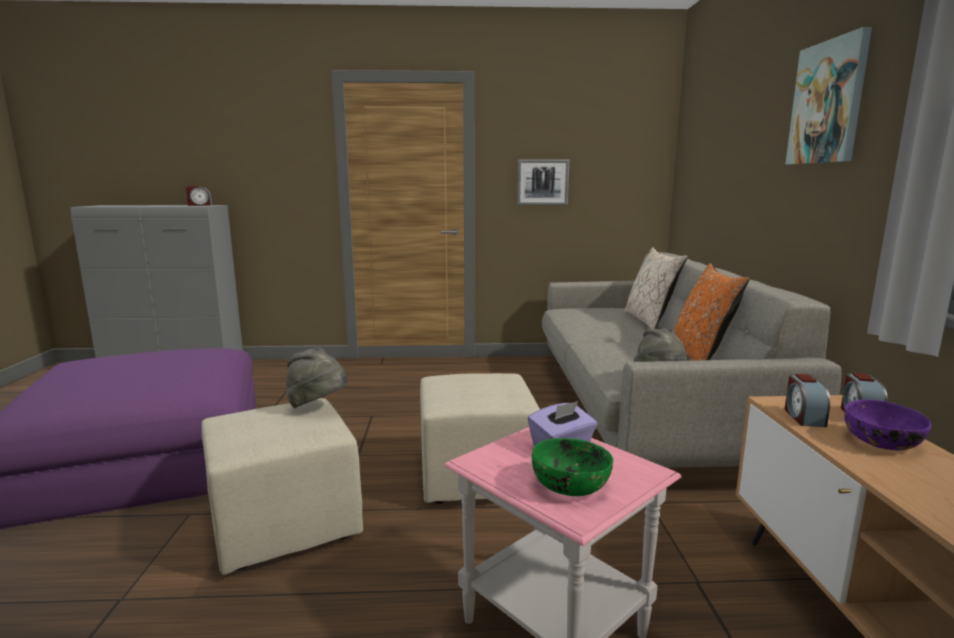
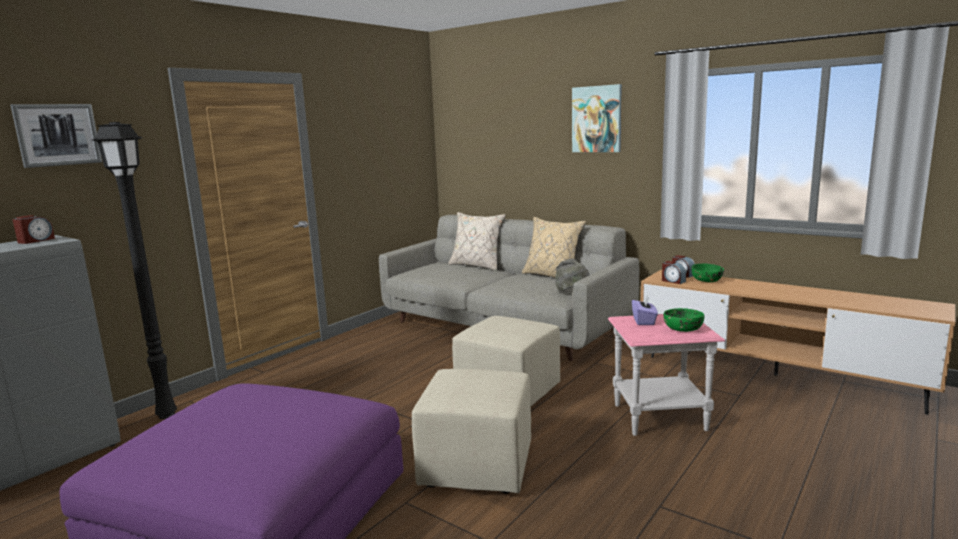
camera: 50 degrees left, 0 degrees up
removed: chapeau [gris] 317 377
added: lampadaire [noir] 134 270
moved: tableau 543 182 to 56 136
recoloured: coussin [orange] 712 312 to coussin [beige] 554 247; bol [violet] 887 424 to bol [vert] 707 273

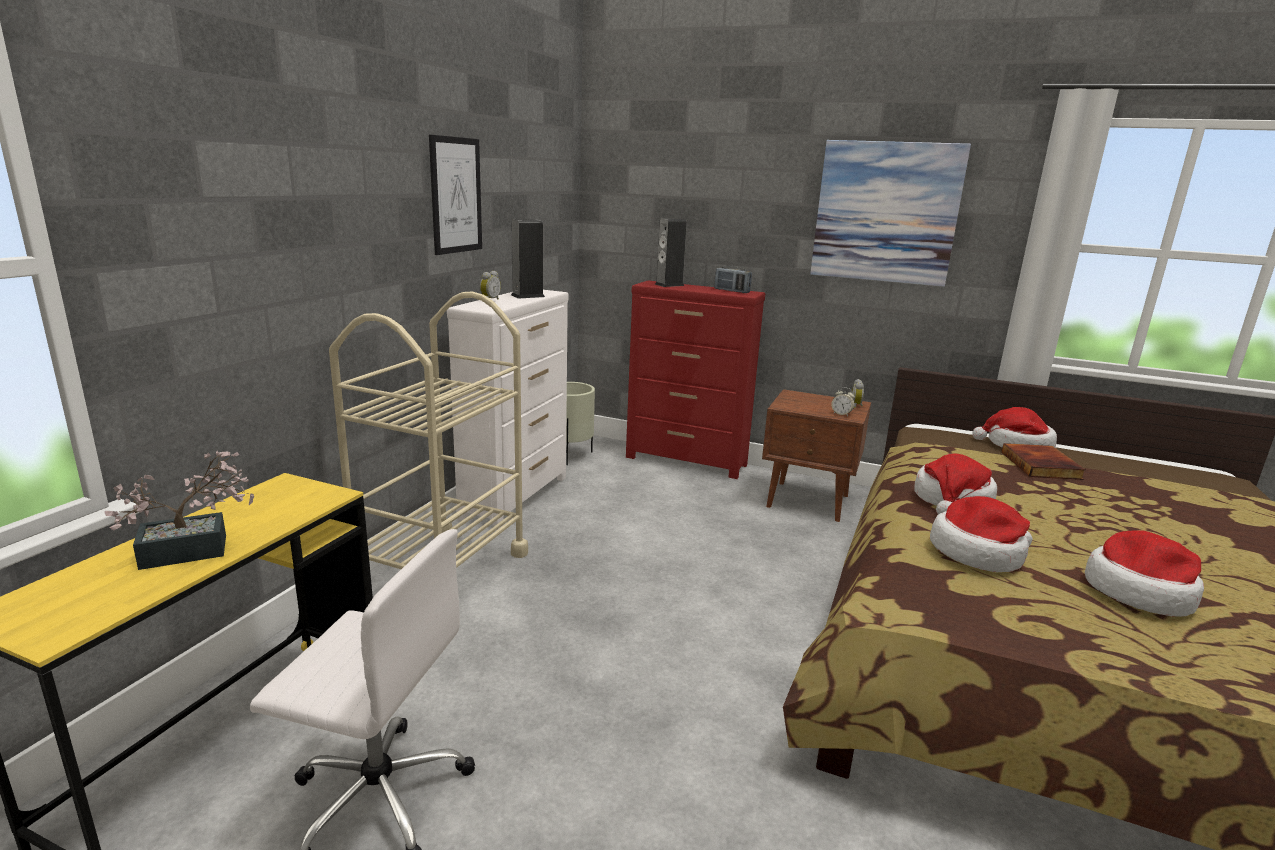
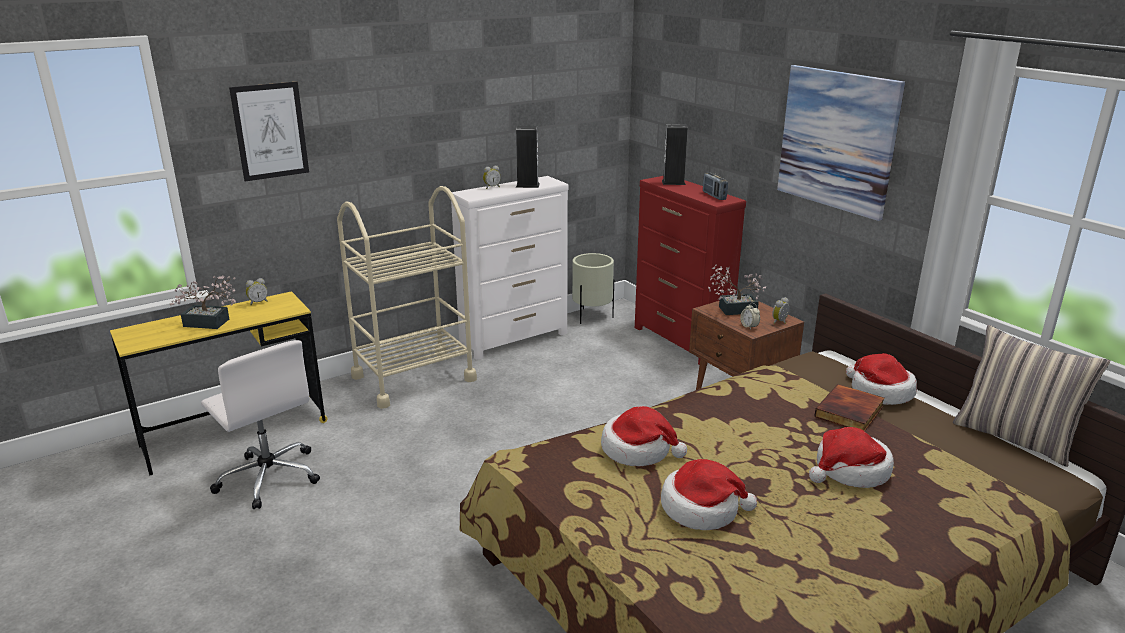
camera: 35 degrees right, 5 degrees up
added: réveil 257 291; plante en pot 737 289; coussin 1031 396
moved: tableau 455 195 to 269 132; chapeau 955 484 to 851 457

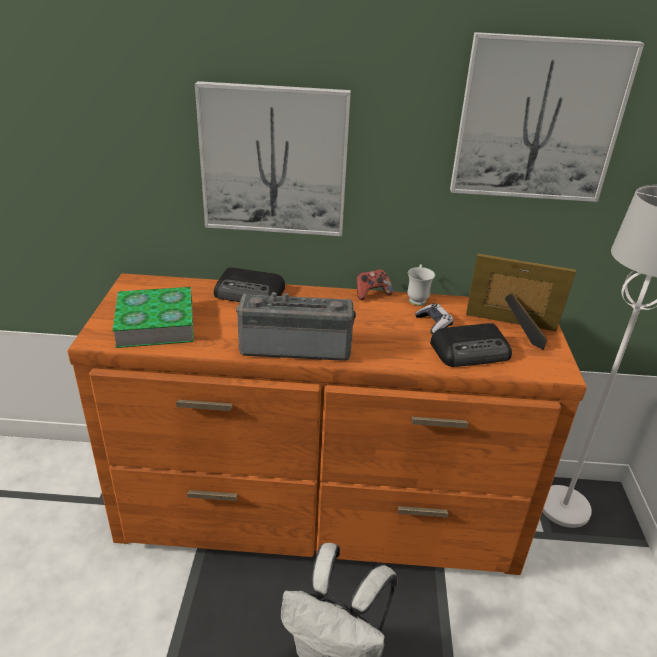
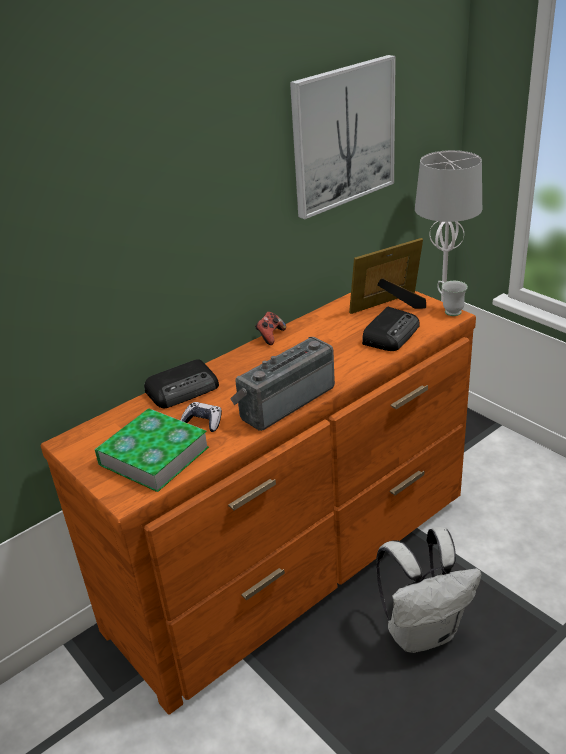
camera: 40 degrees left, 0 degrees up
removed: tableau 273 158
moved: mug [blanc] 421 285 to 452 298; manette 434 318 to 201 417

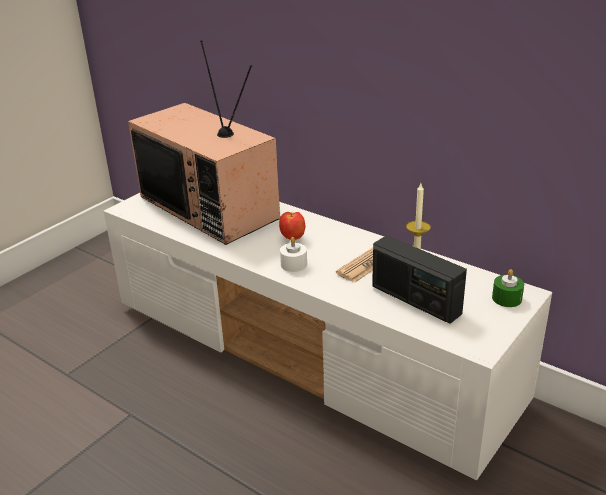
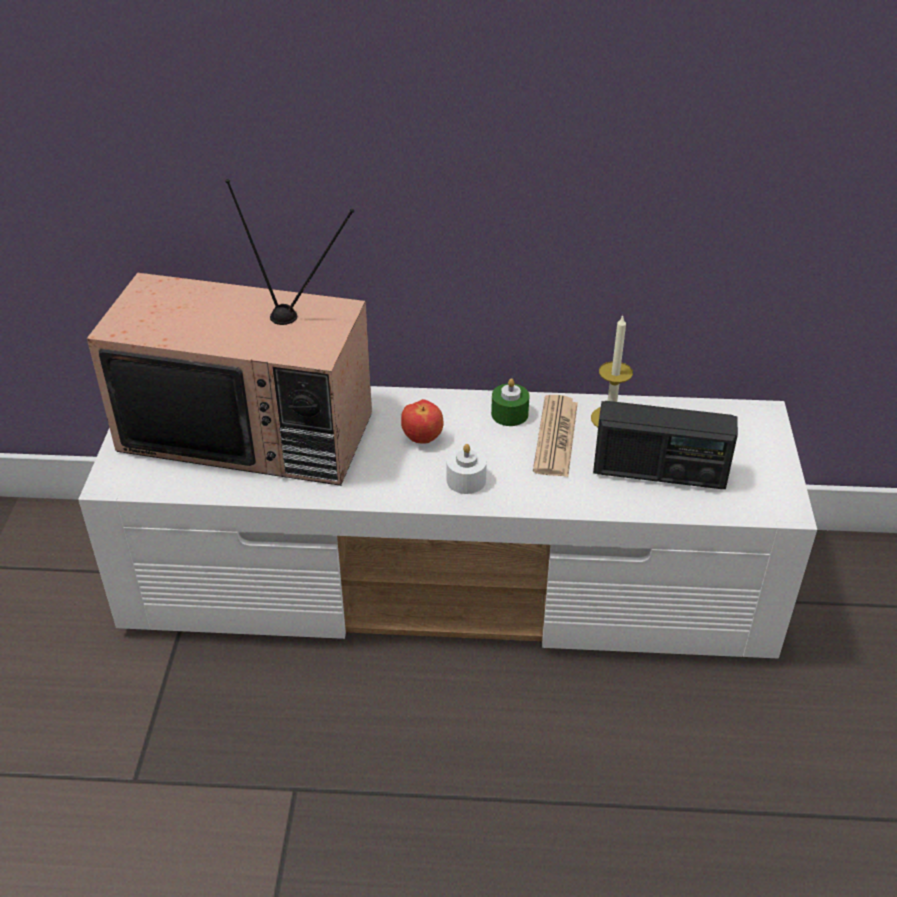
camera: 35 degrees left, 10 degrees up
moved: bougie [vert] 508 288 to 510 402

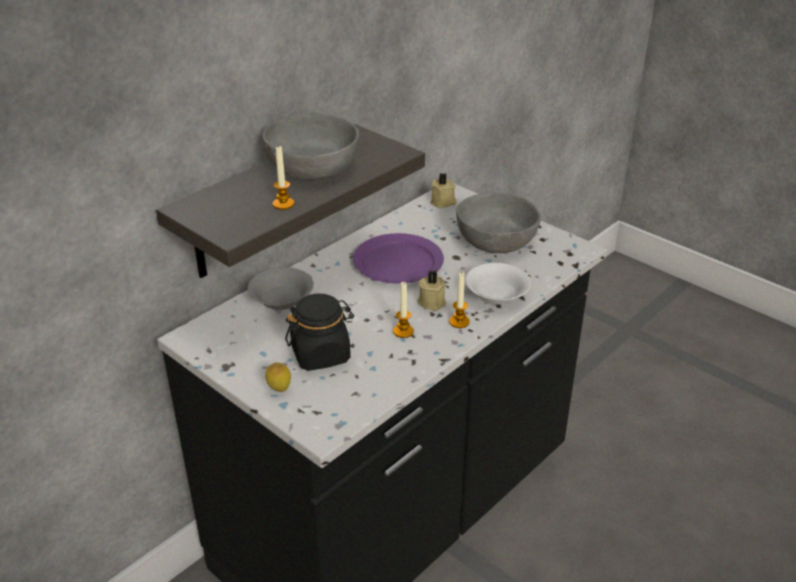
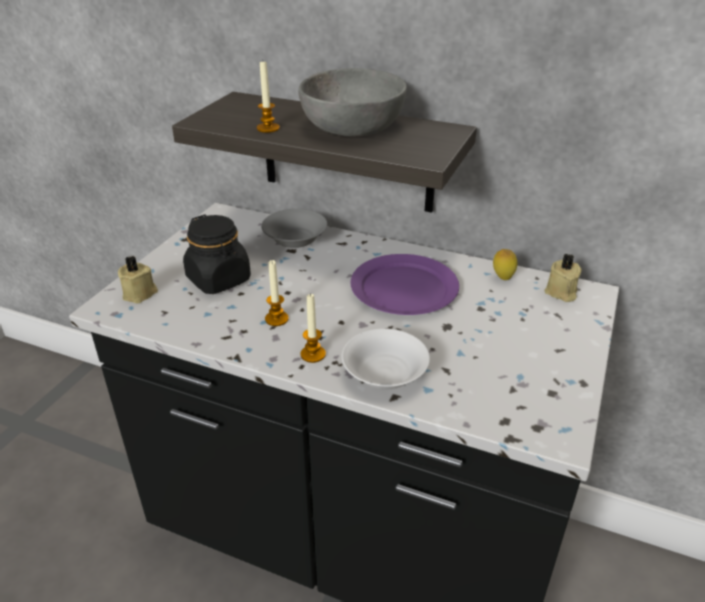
camera: 70 degrees right, 0 degrees up
removed: bol [gris] 498 223
moved: citron 278 377 to 505 264; bougie [beige] 431 290 to 138 279

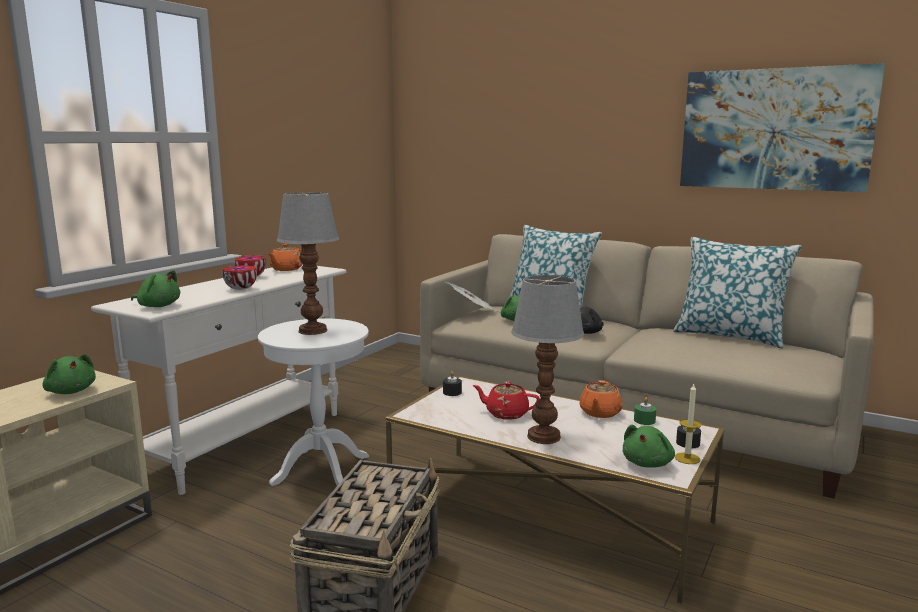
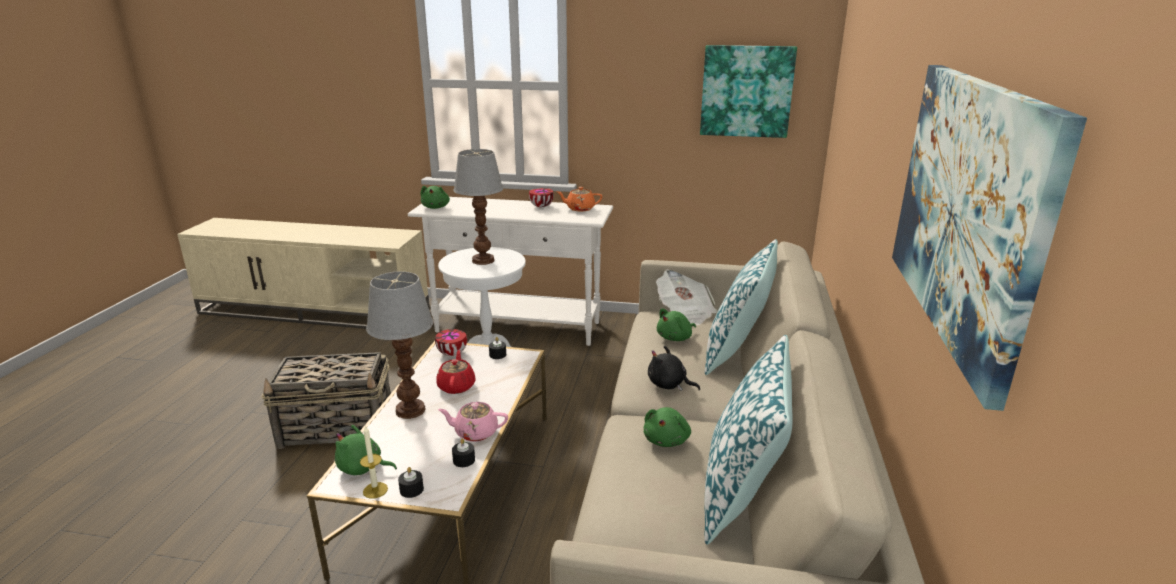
camera: 70 degrees right, 10 degrees up
added: tableau 748 91
moved: peluche [vert] 69 374 to 667 427; bol 239 278 to 451 342
recoloured: théière [orange] 601 399 to théière [rose] 473 422; bougie [vert] 645 411 to bougie [noir] 463 452

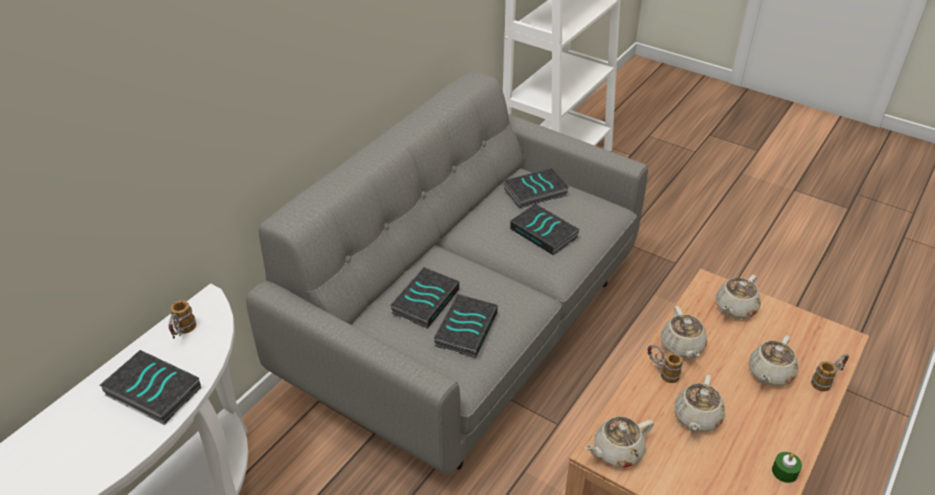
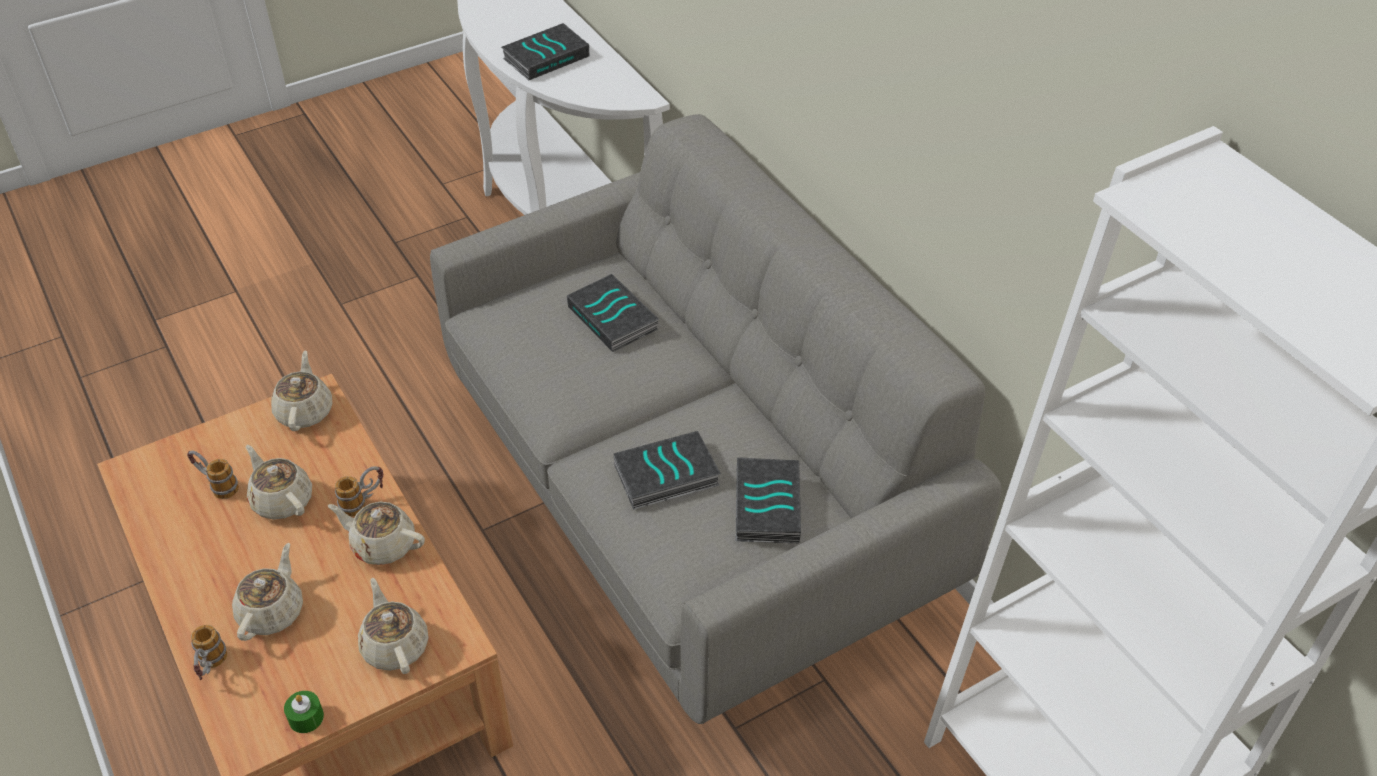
camera: 115 degrees right, 5 degrees up
removed: livre 465 326
moved: mug 182 319 to 213 474; bougie [vert] 787 467 to 304 712
turned: théière [beige] 773 361 = 267 592 45 degrees clockwise

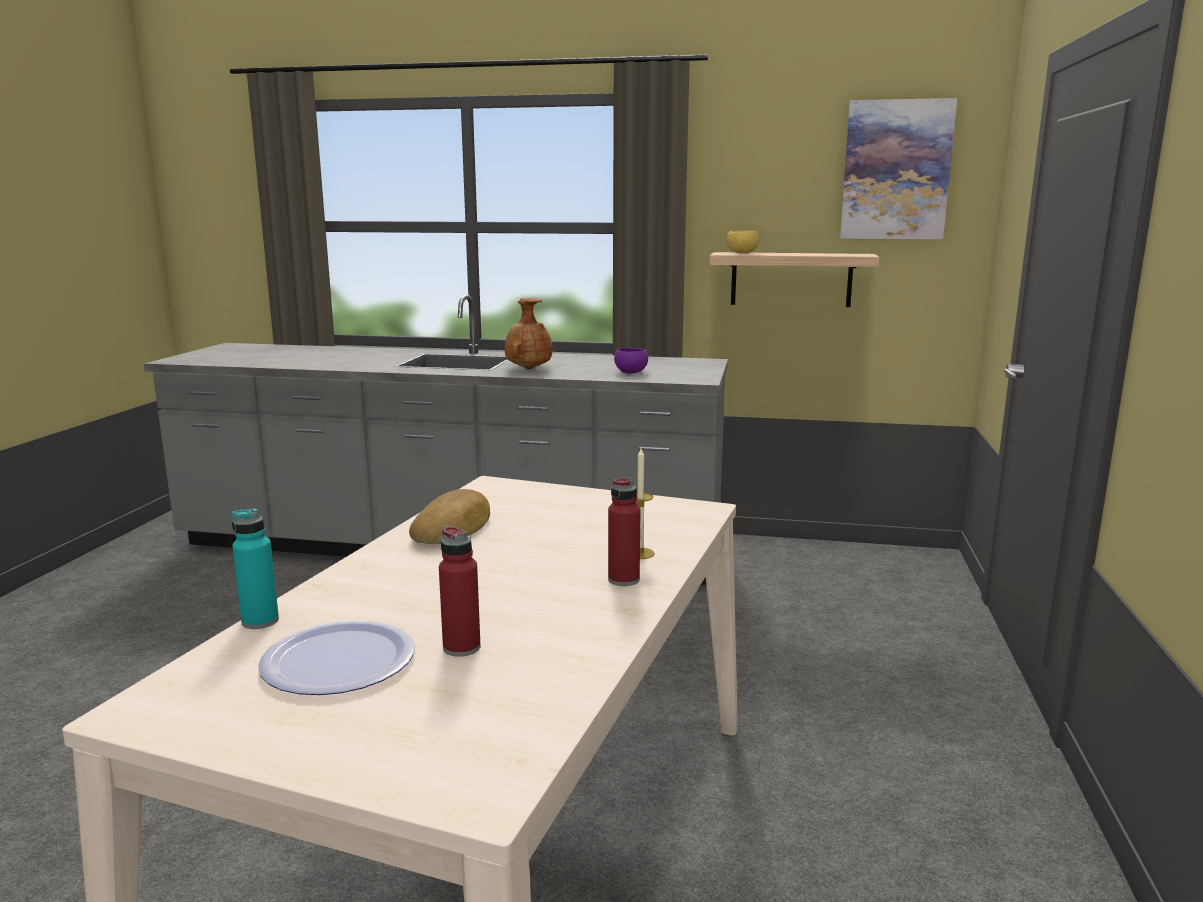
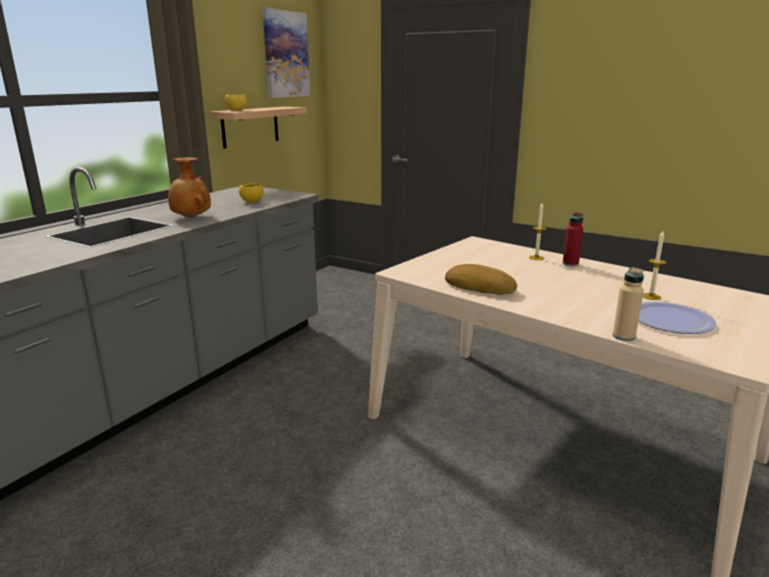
camera: 70 degrees left, 5 degrees up
replaced: bouteille [rouge] 460 591 to bougie 654 265
recoloured: bouteille [turquoise] 255 568 to bouteille [beige] 628 304; bol [violet] 631 360 to bol [jaune] 251 193

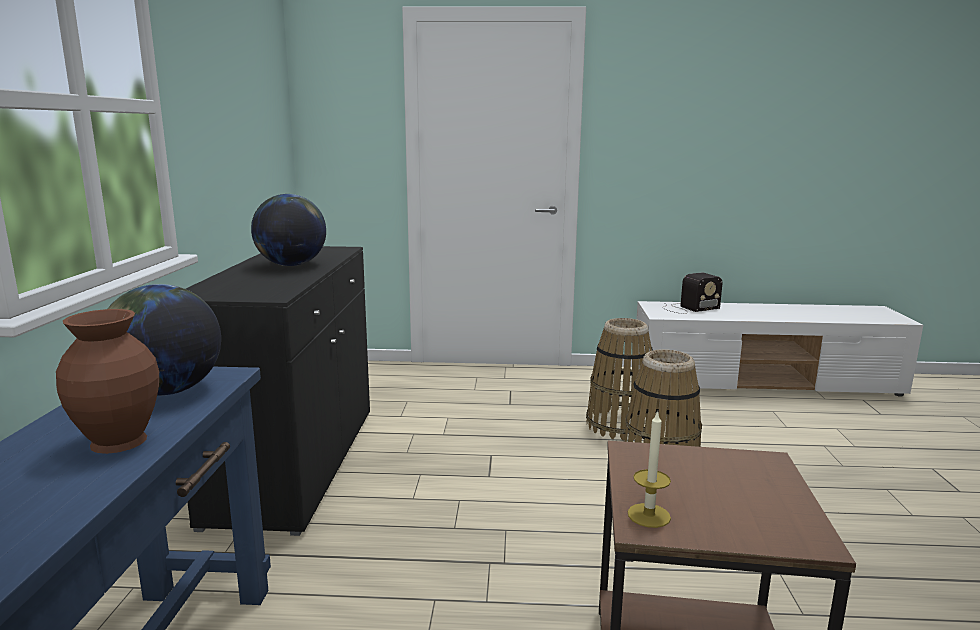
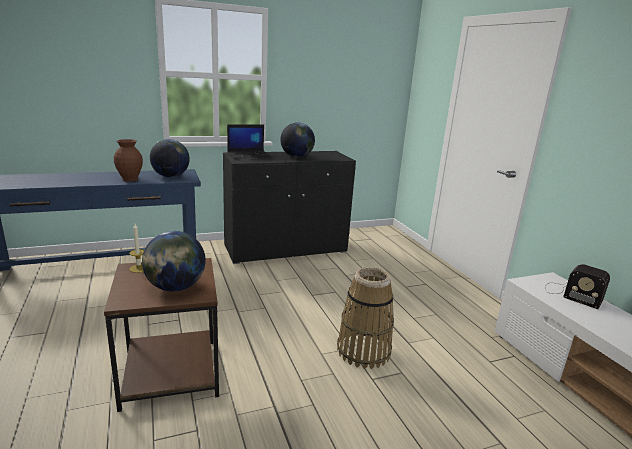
camera: 65 degrees right, 5 degrees up
removed: panier 619 379
added: globe 174 261; ordinateur portable 249 141

